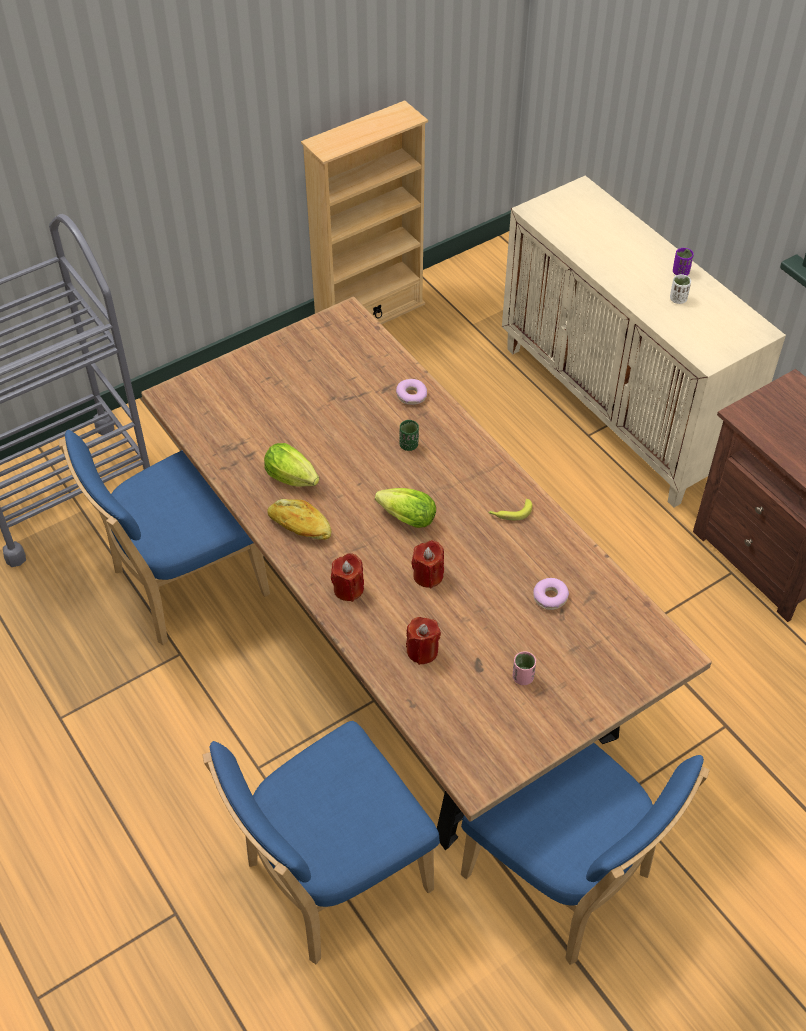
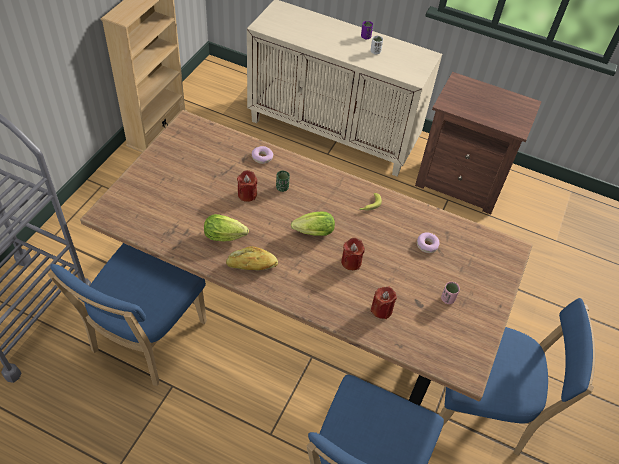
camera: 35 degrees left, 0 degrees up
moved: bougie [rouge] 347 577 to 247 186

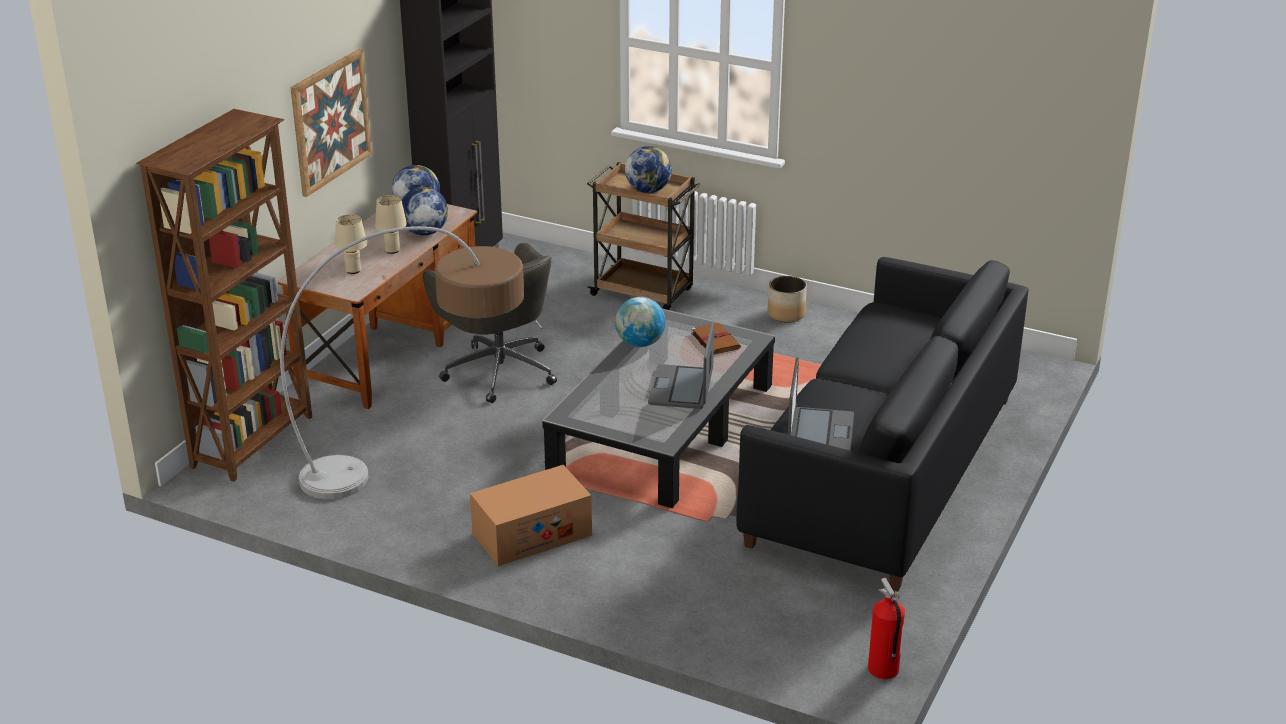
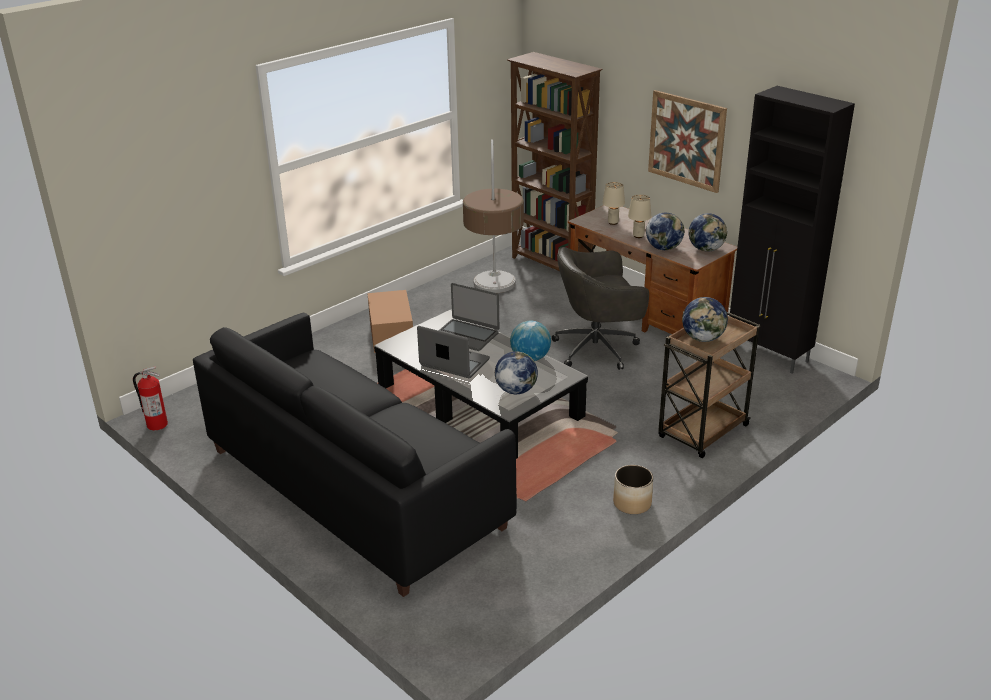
camera: 110 degrees right, 0 degrees up
moved: ordinateur portable 821 403 to 468 317
replaced: livre [marron] 716 339 to globe 516 372

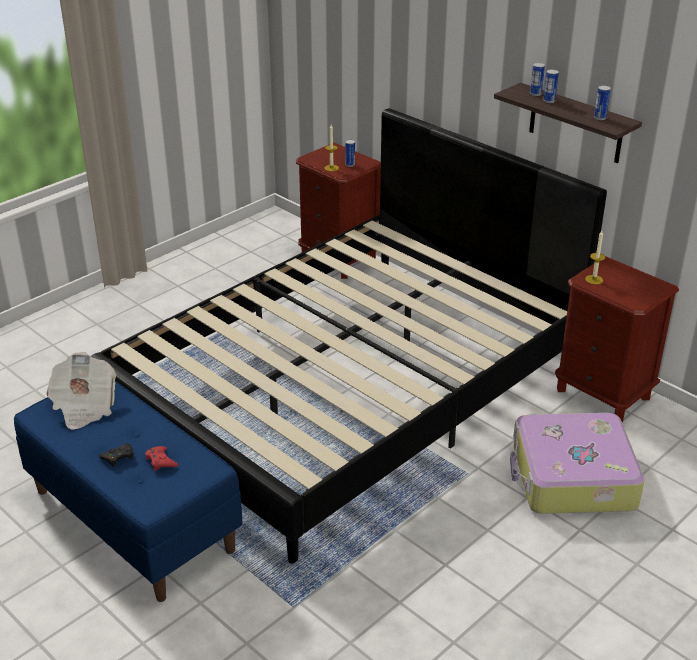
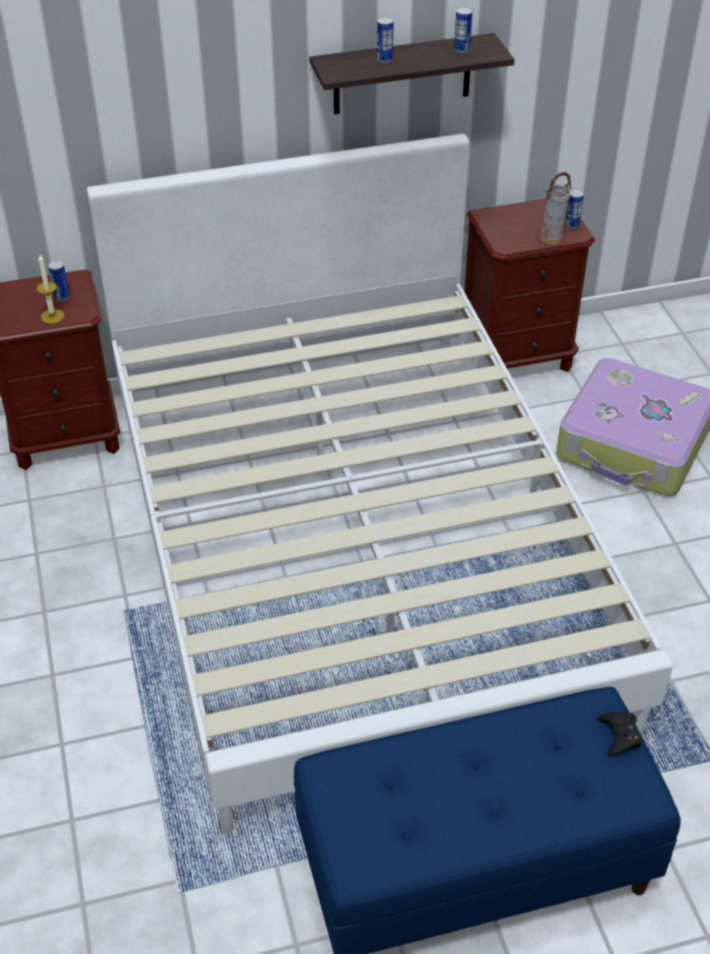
camera: 60 degrees left, 10 degrees up
removed: journal 81 391; manette [rouge] 161 458; bougie 595 257
added: vase 556 208
moved: manette [noir] 116 455 to 620 734; boîte métallique 537 79 to 574 209
recoloured: lit [noir] 348 335 to lit [blanc] 380 483

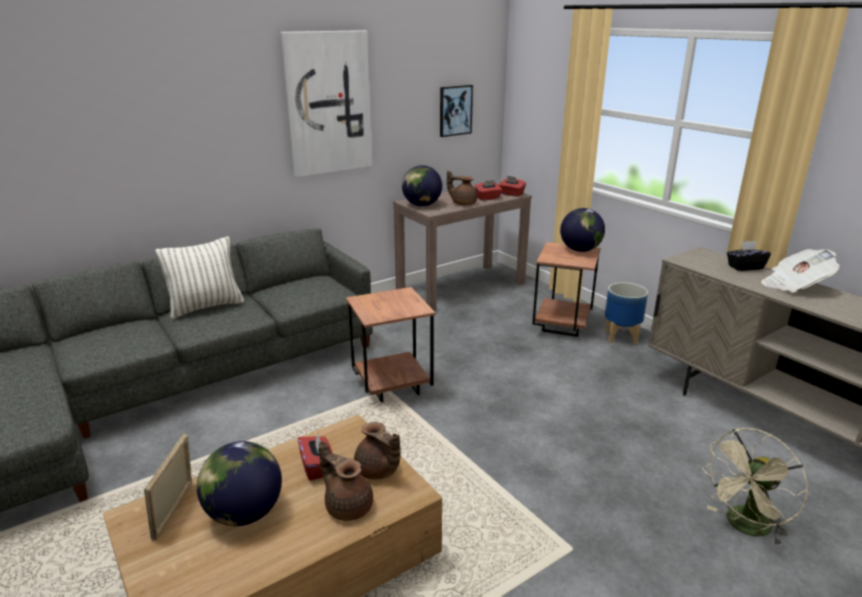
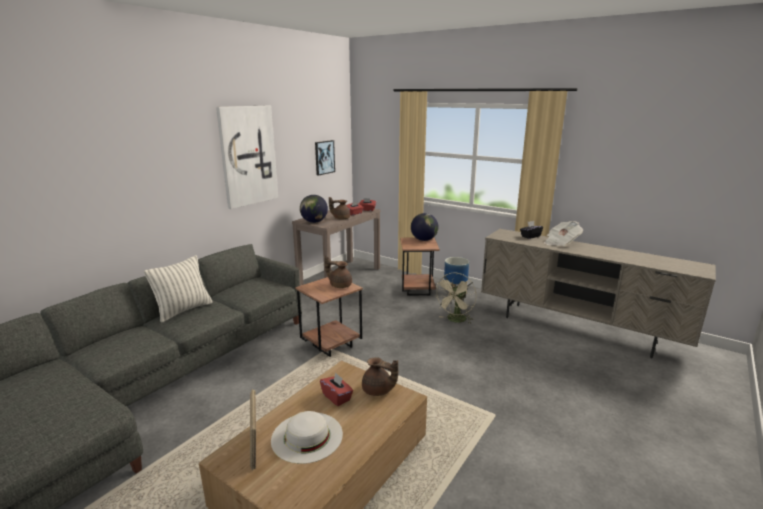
camera: 20 degrees left, 5 degrees down
moved: théière [marron] 346 481 to 338 272; ventilateur [beige] 755 487 to 455 298
replaced: globe 239 483 to chapeau [blanc] 307 437

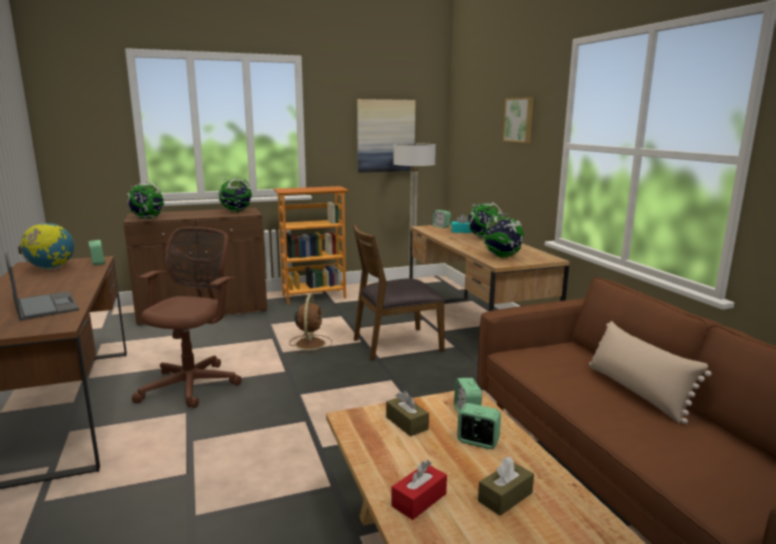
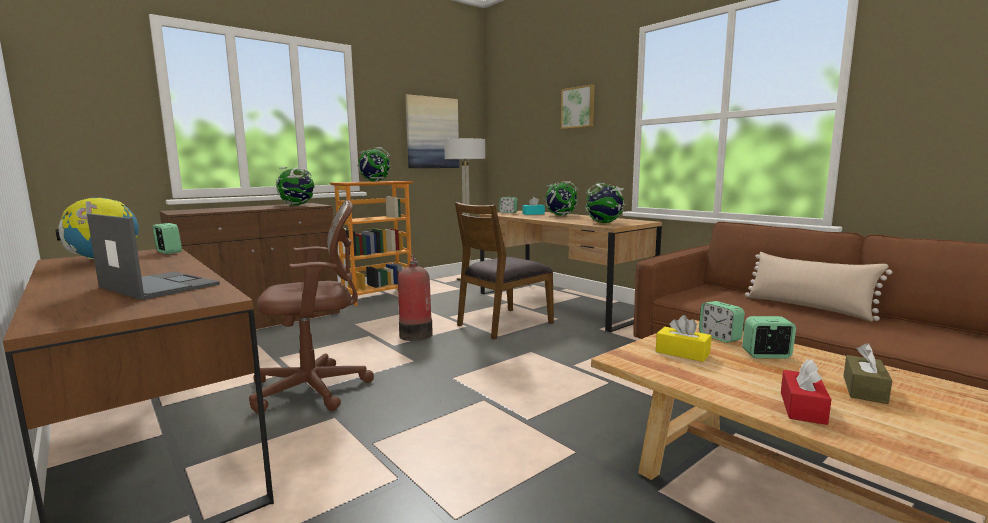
camera: 20 degrees left, 5 degrees down
moved: globe 146 200 to 374 164
replaced: ventilateur [marron] 310 324 to extincteur 415 298
recoloured: boîte à mouchoirs [marron] 407 414 to boîte à mouchoirs [jaune] 684 338
turned: chaise de bureau [marron] 186 317 = 311 306 75 degrees clockwise

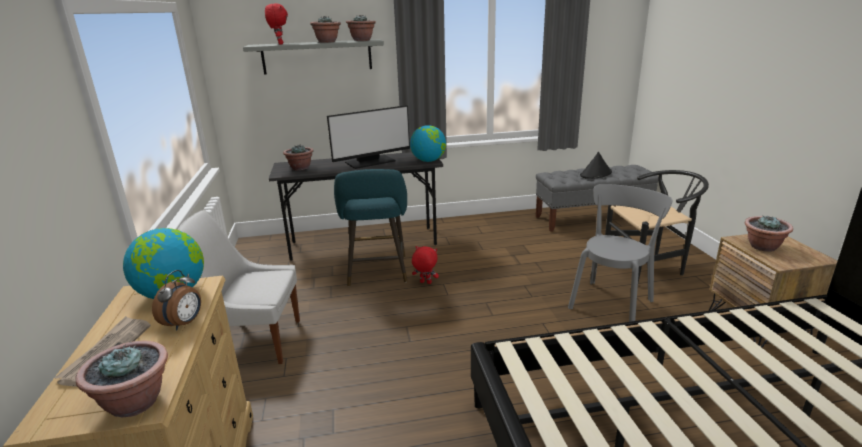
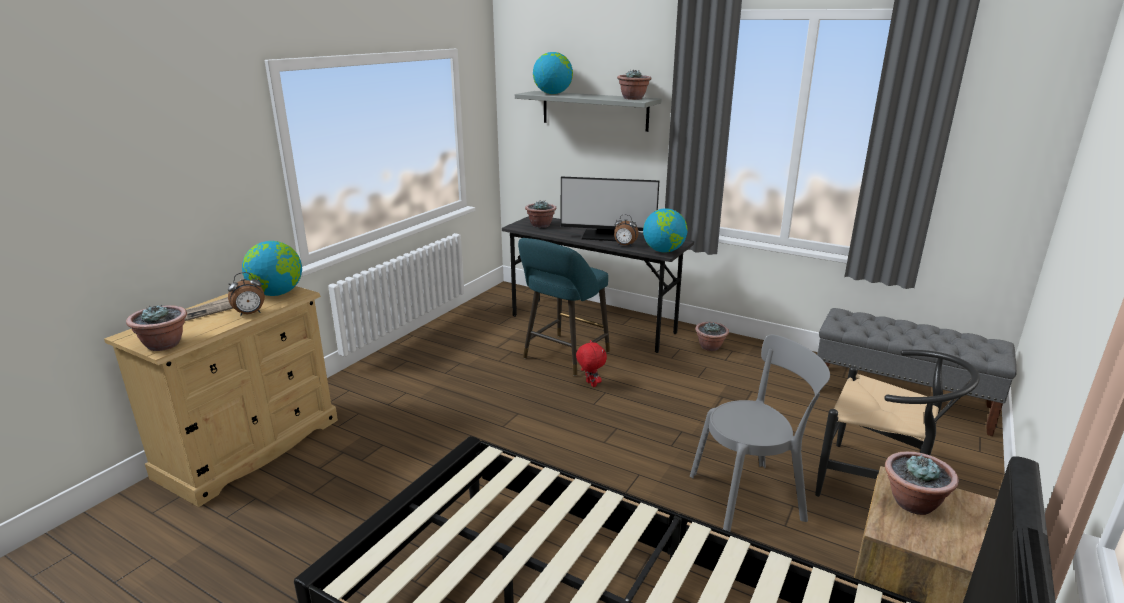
camera: 40 degrees right, 0 degrees up
removed: chaise [blanc] 239 287; chapeau [noir] 596 165
added: réveil 626 230
moved: plante en pot 325 29 to 712 336
replaced: peluche [rouge] 276 24 to globe 553 73

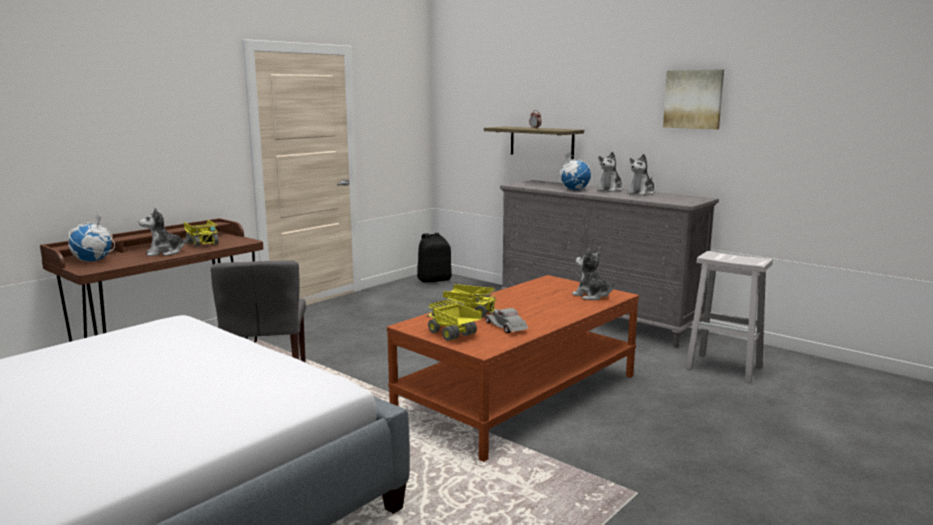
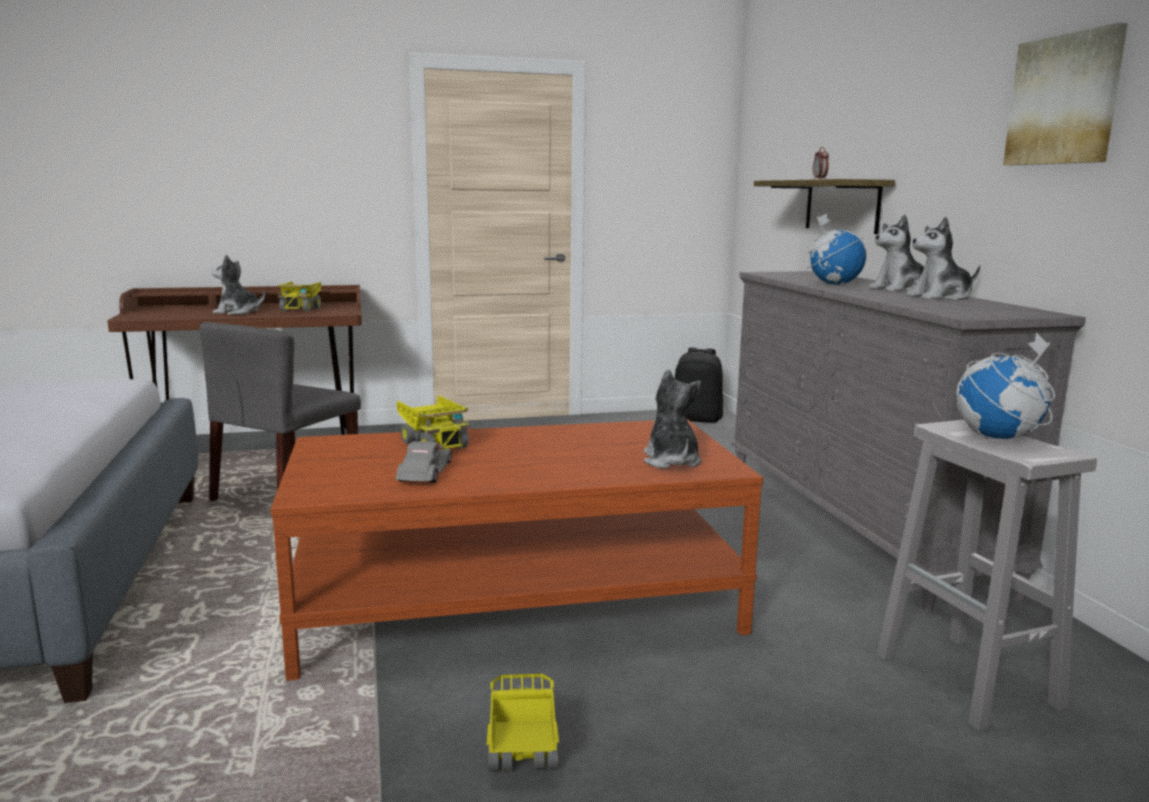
camera: 35 degrees right, 0 degrees up
moved: globe 91 237 to 1005 386; camion jouet 454 320 to 522 722

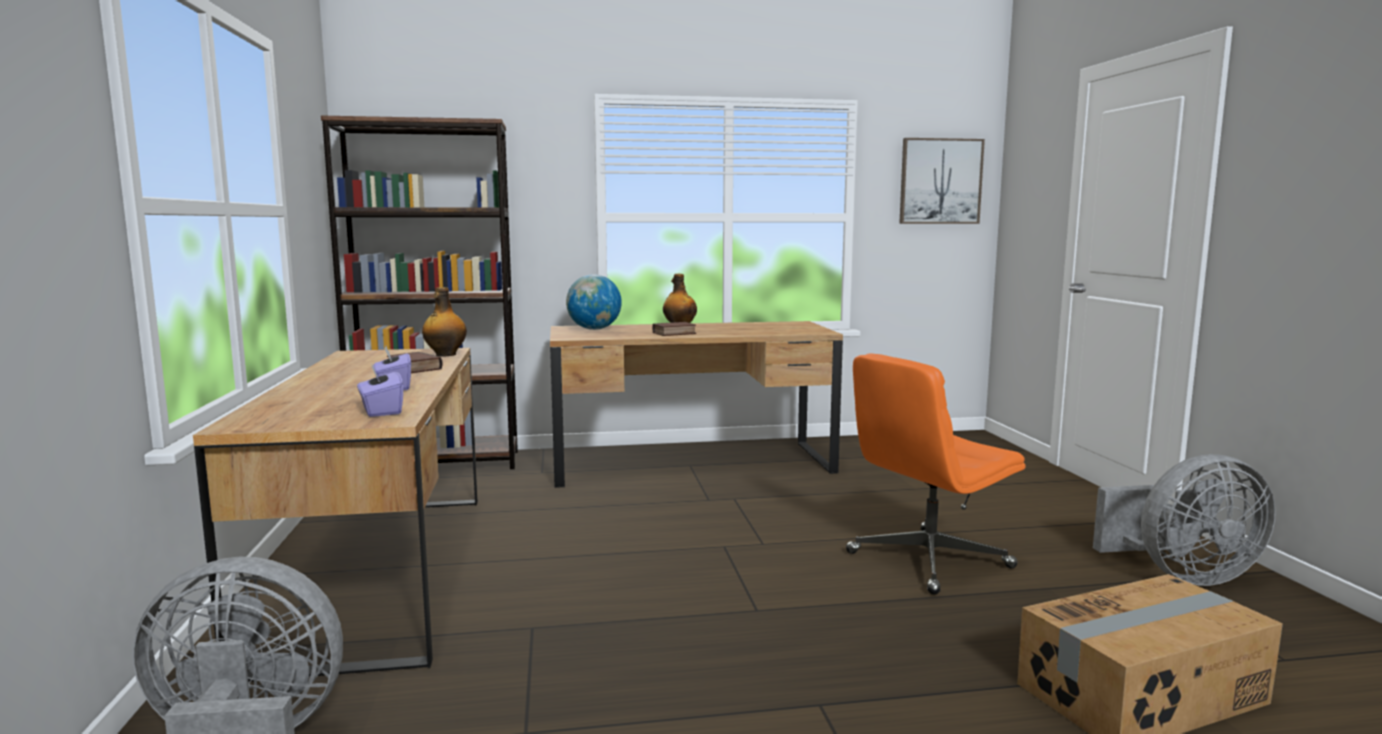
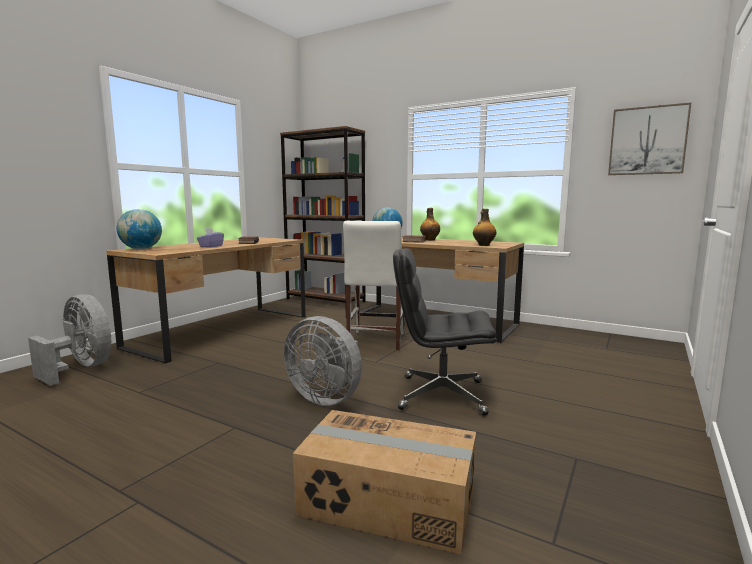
camera: 40 degrees right, 0 degrees up
removed: boîte à mouchoirs [violet] 380 390
added: globe 139 229; chaise [blanc] 374 285
moved: bouteille 444 322 to 484 227; ventilateur [gris] 1184 520 to 323 361
recoloured: chaise de bureau [orange] 936 474 to chaise de bureau [noir] 445 332

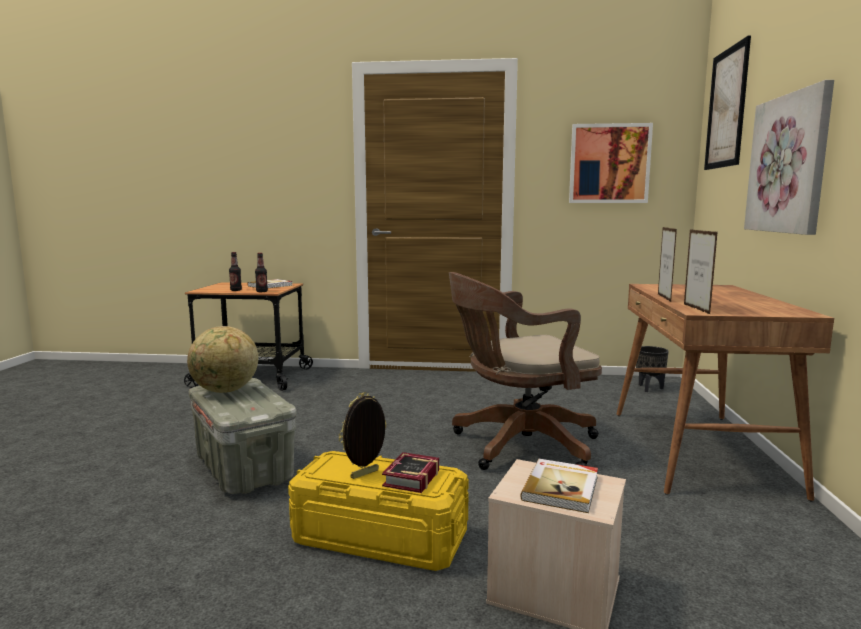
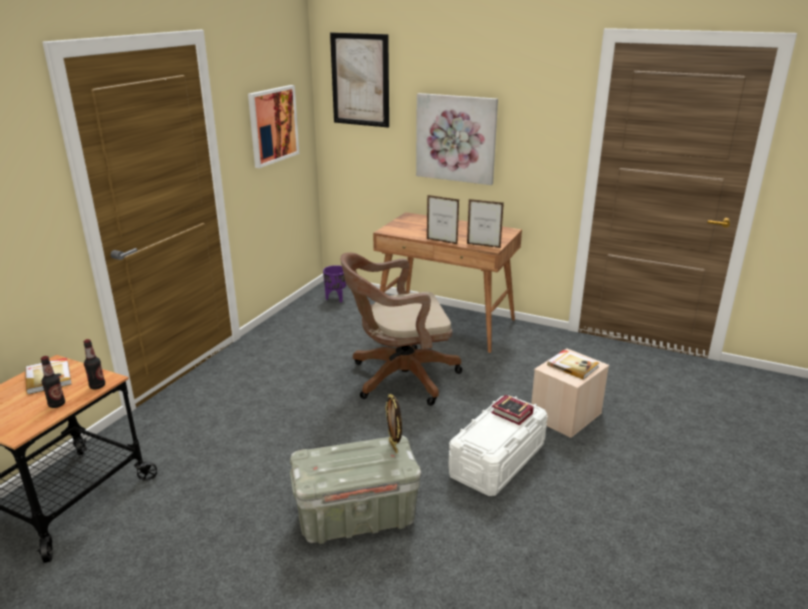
camera: 70 degrees left, 15 degrees up
removed: globe 222 359
moved: cadre photo 363 435 to 393 423
recoloured: boîte de rangement [jaune] 378 511 to boîte de rangement [blanc] 498 445; cache-pot [noir] 652 369 to cache-pot [violet] 335 284
turned: chaise de bureau [marron] 525 371 = 401 329 75 degrees clockwise

